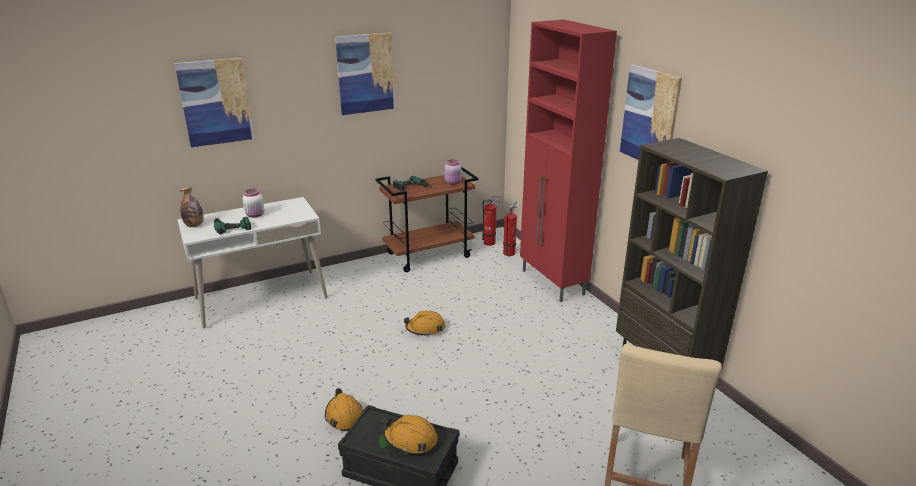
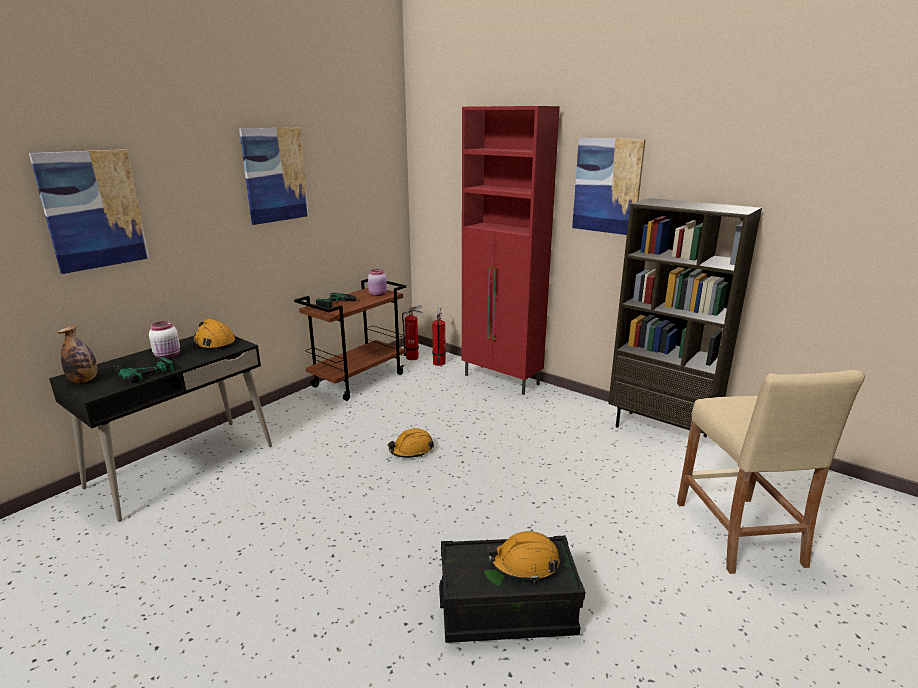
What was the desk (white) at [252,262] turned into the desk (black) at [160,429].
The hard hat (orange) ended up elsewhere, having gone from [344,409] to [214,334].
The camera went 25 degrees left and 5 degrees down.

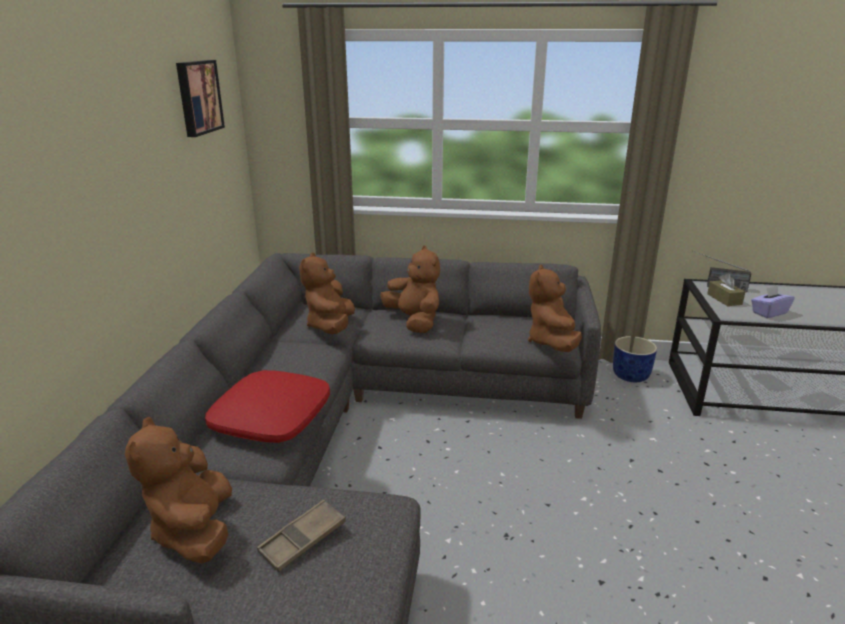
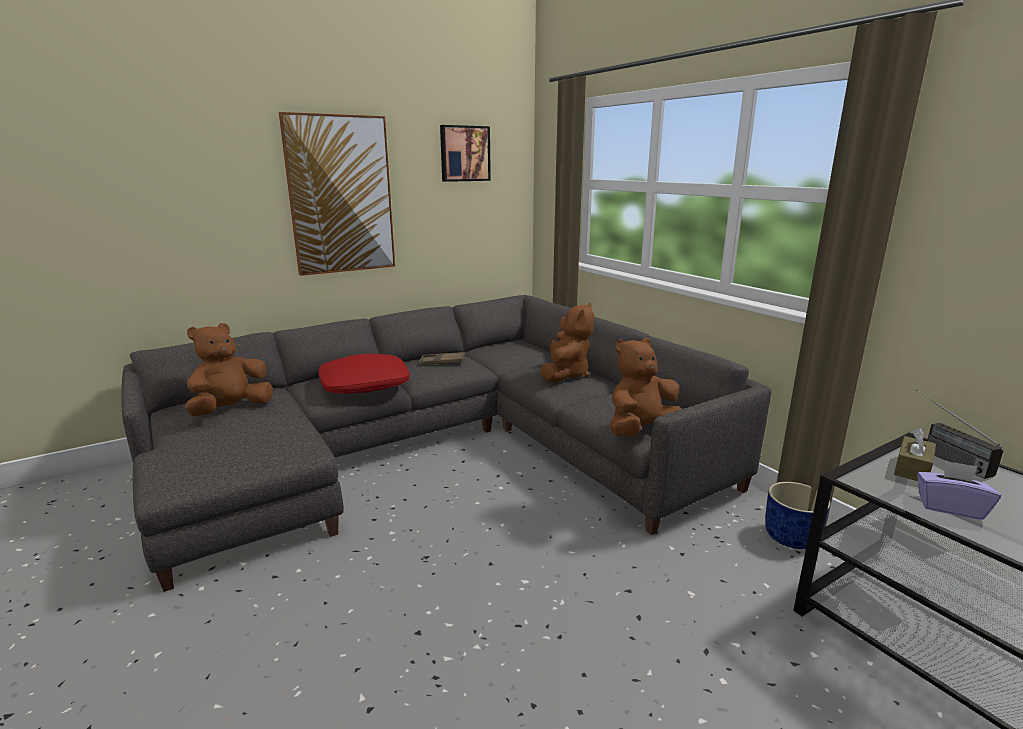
The second view lost the plush toy (brown) at [327,293].
The tray (brown) ended up elsewhere, having gone from [301,536] to [441,358].
The second view gained the picture at [337,194].
The camera went 50 degrees right and 5 degrees down.

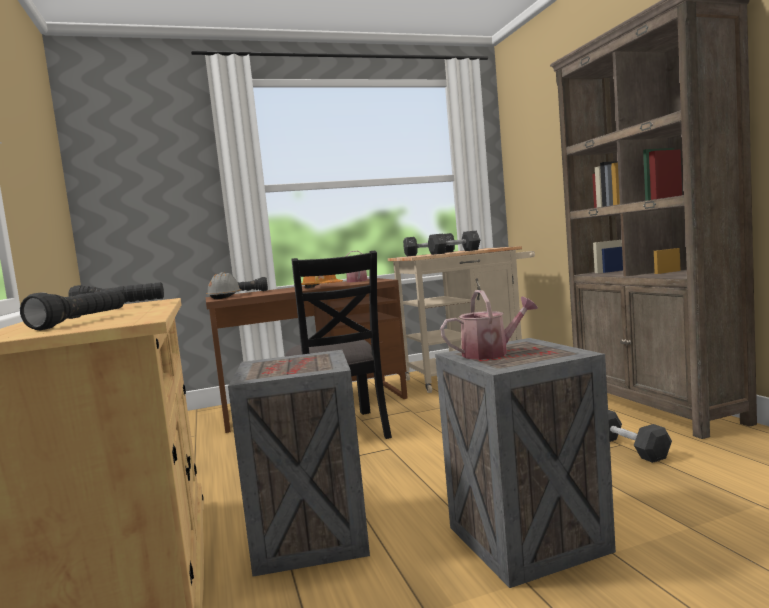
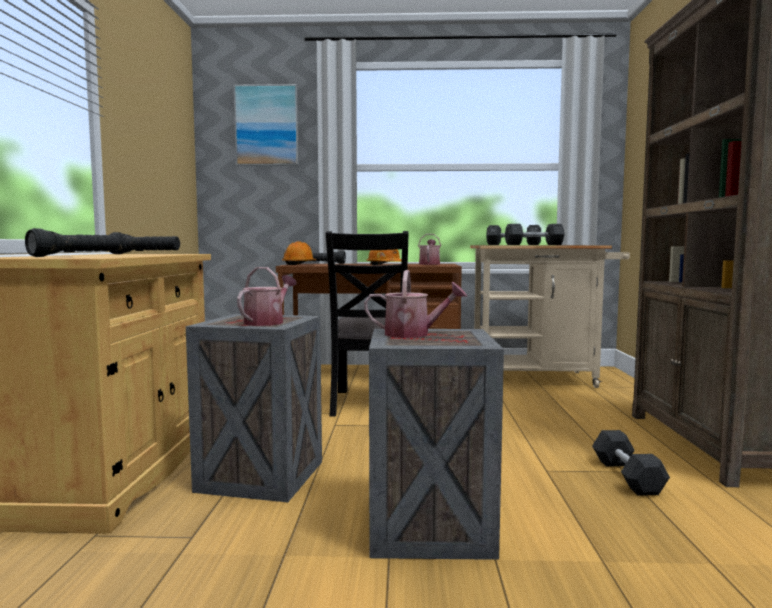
What was the hard hat (grey) at [224,285] turned into the hard hat (orange) at [299,253].
The second view gained the picture at [266,125].
The second view gained the watering can at [266,296].
The camera went 20 degrees right and 0 degrees up.

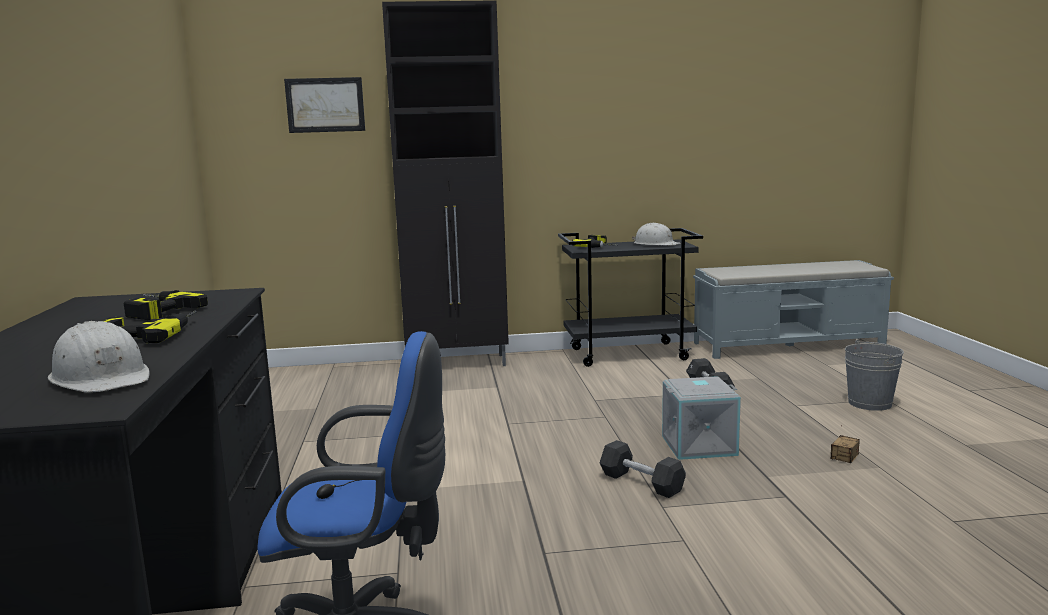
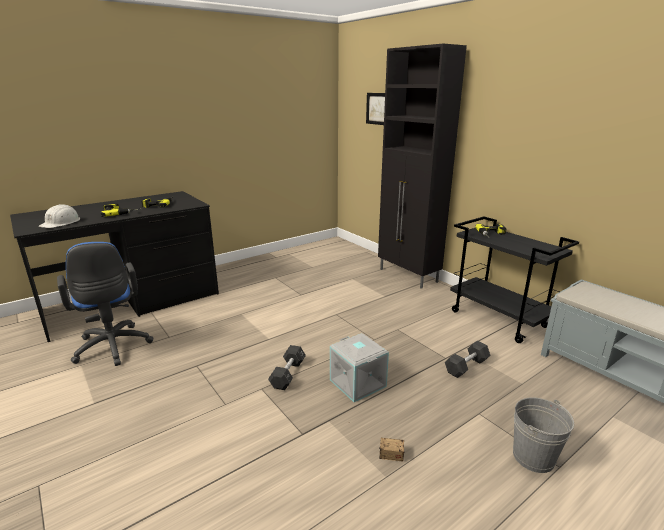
The second view lost the hard hat (white) at [656,234].
The camera went 60 degrees right and 10 degrees up.

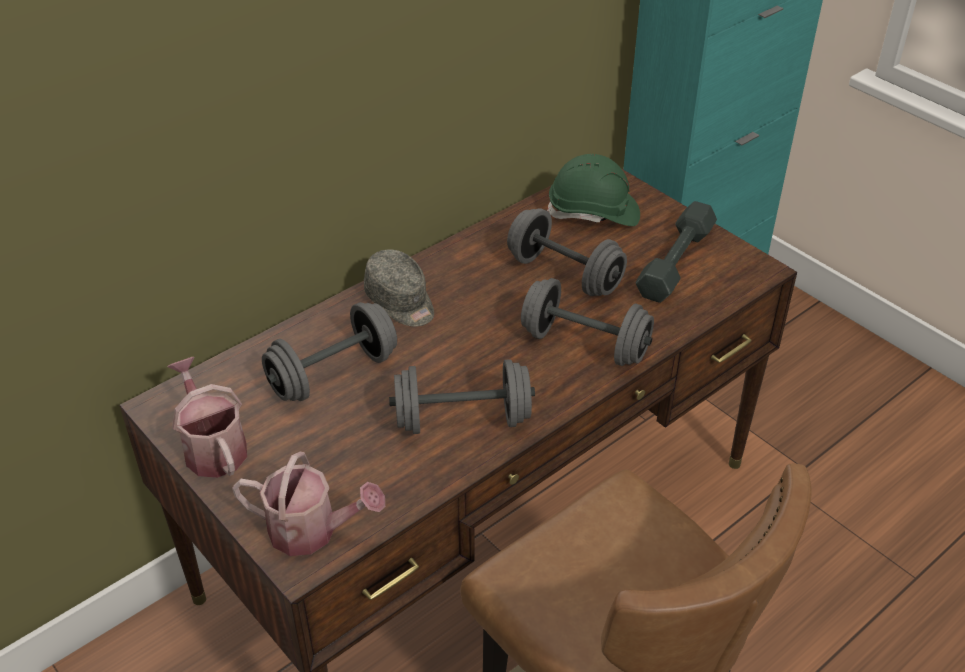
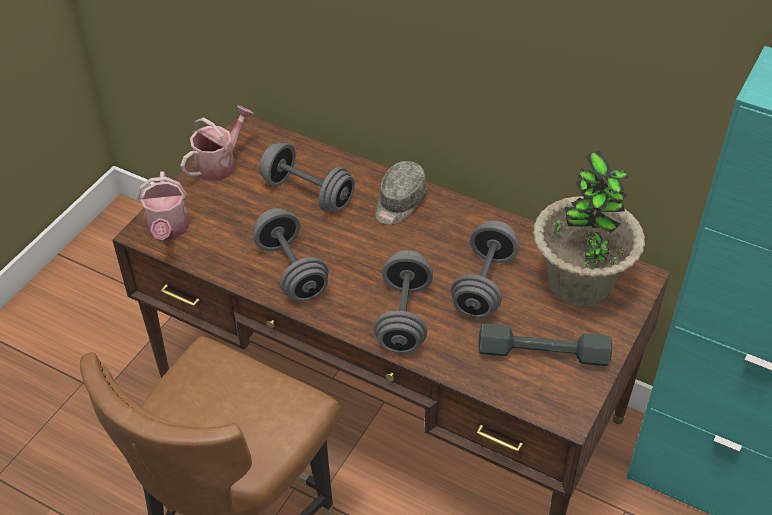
Where the hard hat (green) stood at [593,190], the potted plant came to stand at [589,229].
The camera went 70 degrees right and 5 degrees up.

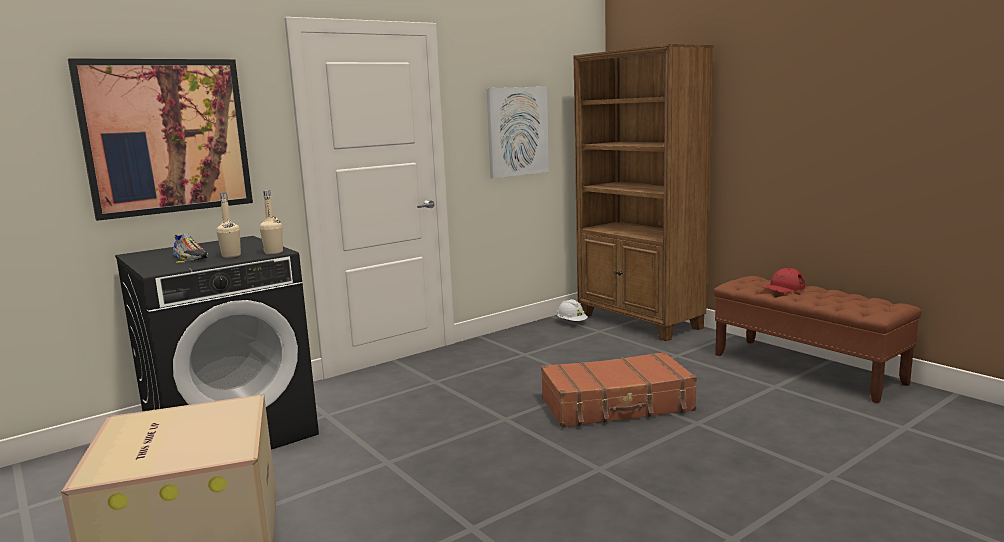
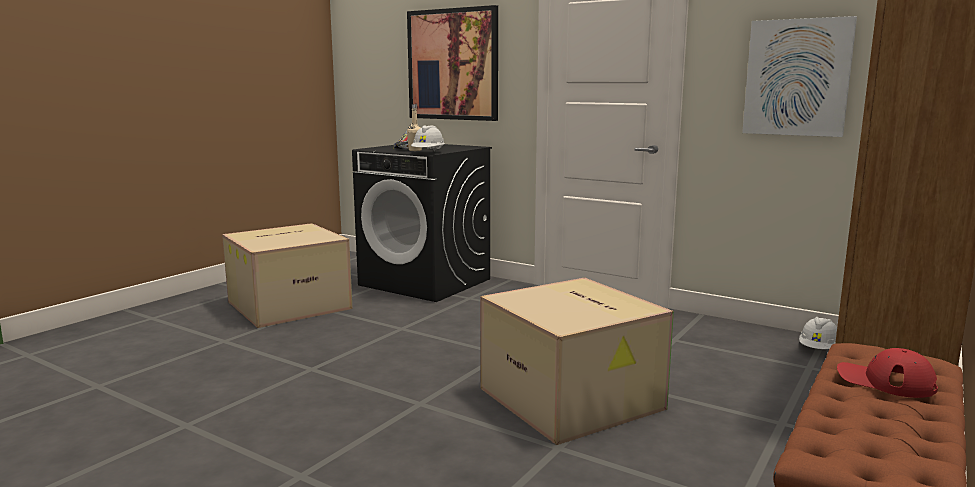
Where the bottle (beige) stood at [271,222], the hard hat (white) came to stand at [428,138].
Where the suitcase (brown) stood at [619,390], the cardboard box came to stand at [577,361].
The camera went 70 degrees right and 0 degrees up.

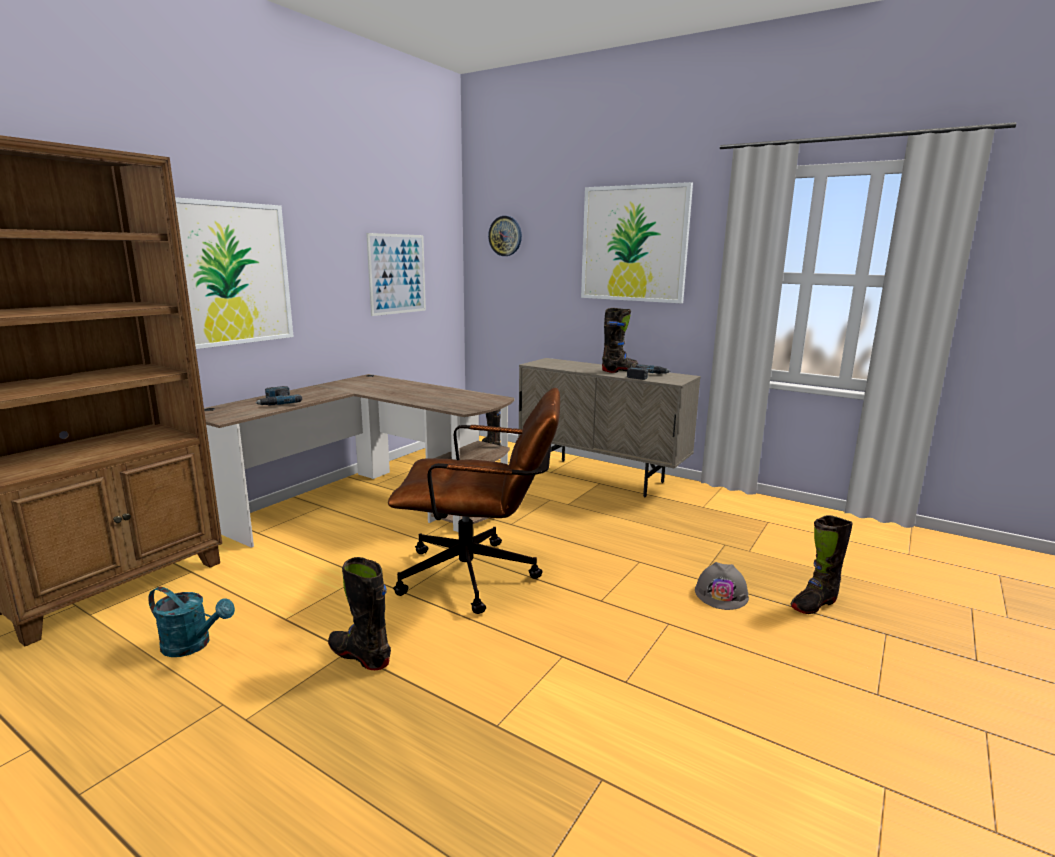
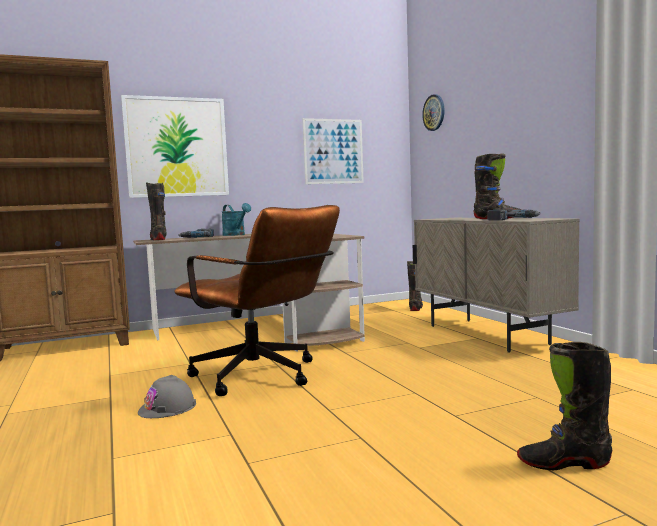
The second view lost the picture at [637,242].
The boot (black) ended up elsewhere, having gone from [359,613] to [156,211].
The hard hat (grey) ended up elsewhere, having gone from [722,586] to [167,396].
The watering can (turquoise) ended up elsewhere, having gone from [191,622] to [236,219].
The camera went 35 degrees right and 10 degrees down.

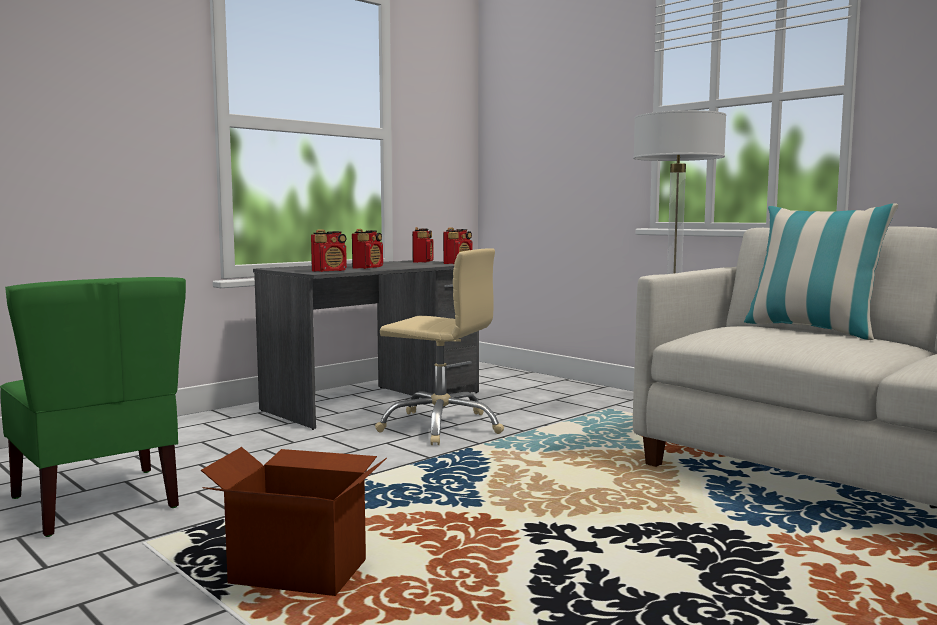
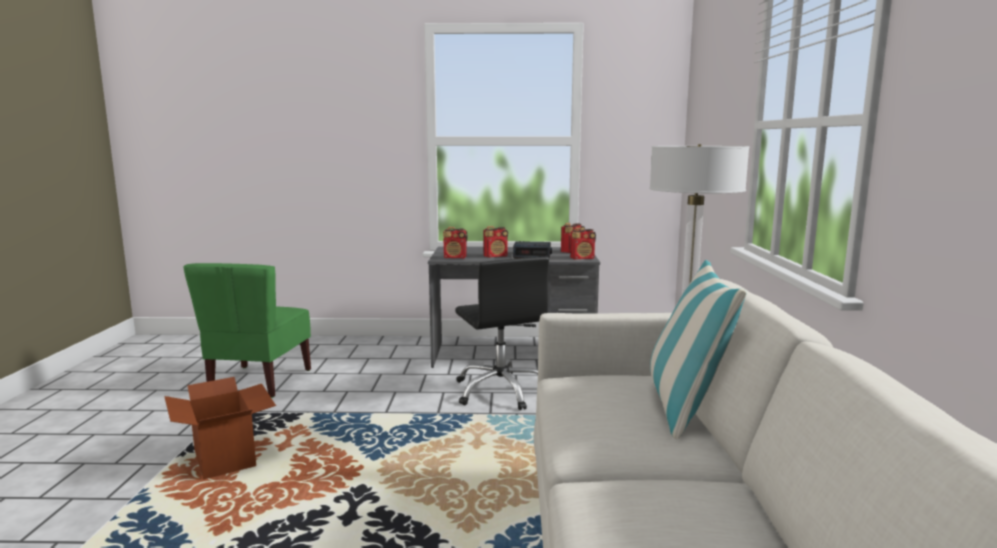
What was the office chair (beige) at [439,346] turned into the office chair (black) at [502,333].
The second view gained the alarm clock at [532,250].
The camera went 45 degrees right and 5 degrees up.

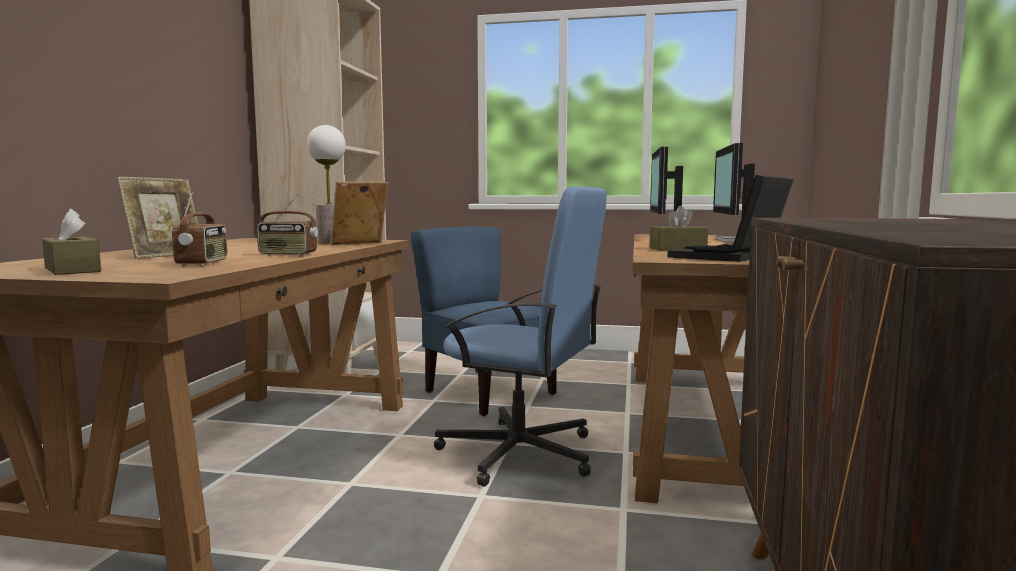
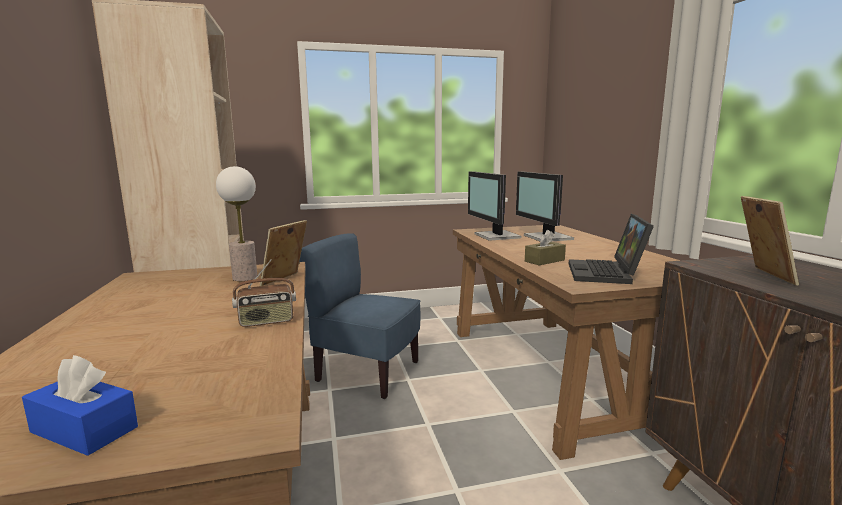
The picture frame ended up elsewhere, having gone from [157,218] to [770,241].
The second view lost the office chair (blue) at [520,336].
The second view lost the radio at [199,229].
What was the tissue box (brown) at [71,242] turned into the tissue box (blue) at [80,405].
The camera went 25 degrees left and 5 degrees up.

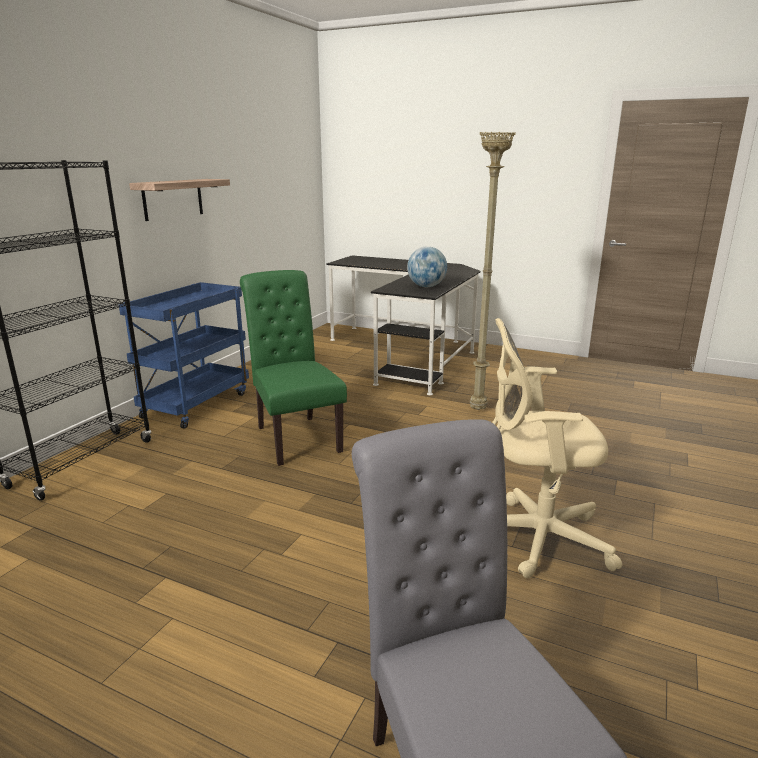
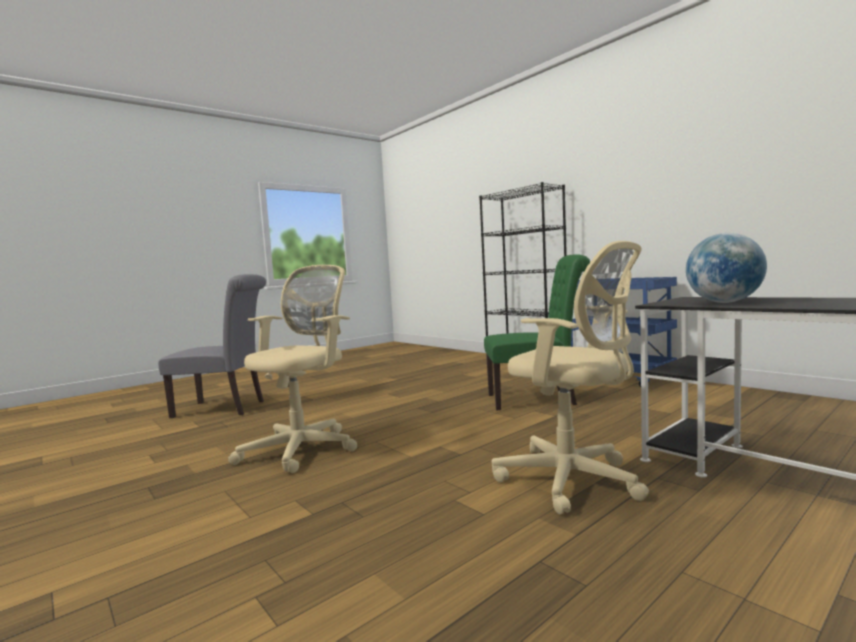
Where the floor lamp (beige) stood at [493,271], the office chair (beige) came to stand at [570,378].
The second view lost the shelf at [179,200].
The camera went 115 degrees right and 15 degrees down.

